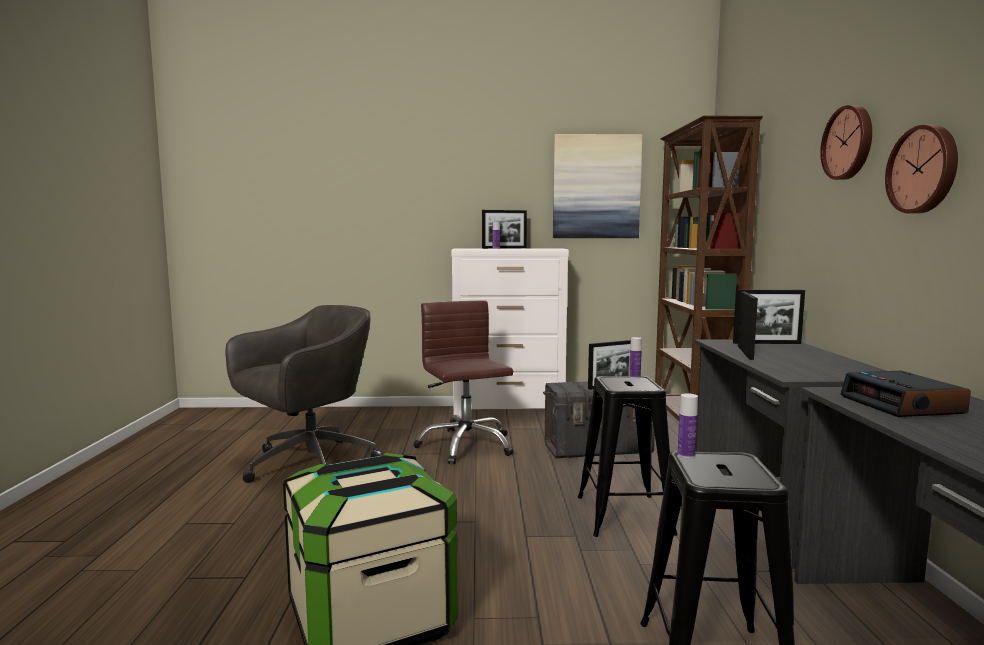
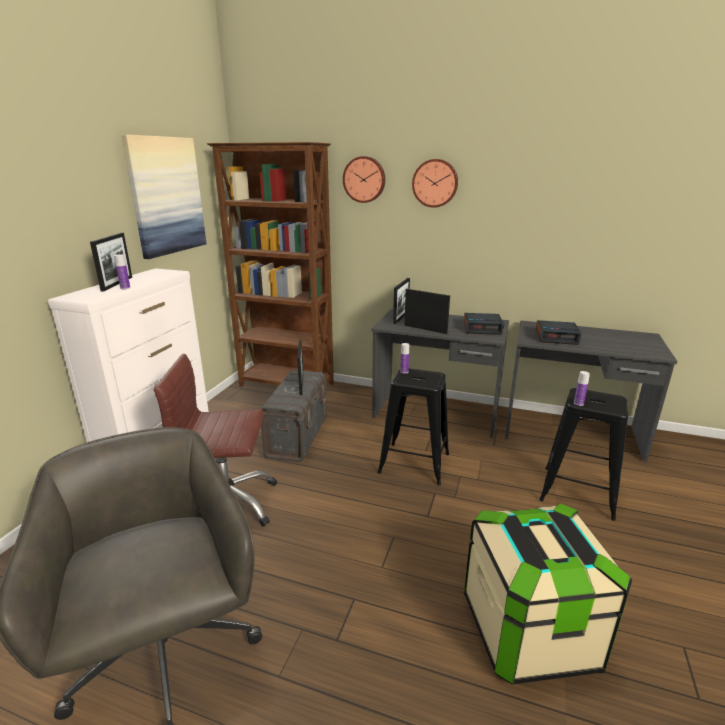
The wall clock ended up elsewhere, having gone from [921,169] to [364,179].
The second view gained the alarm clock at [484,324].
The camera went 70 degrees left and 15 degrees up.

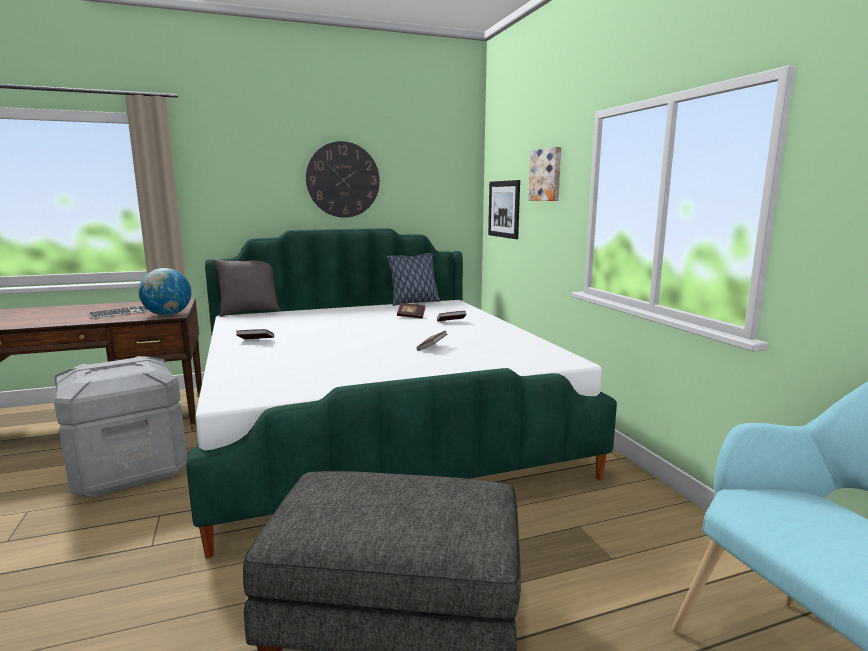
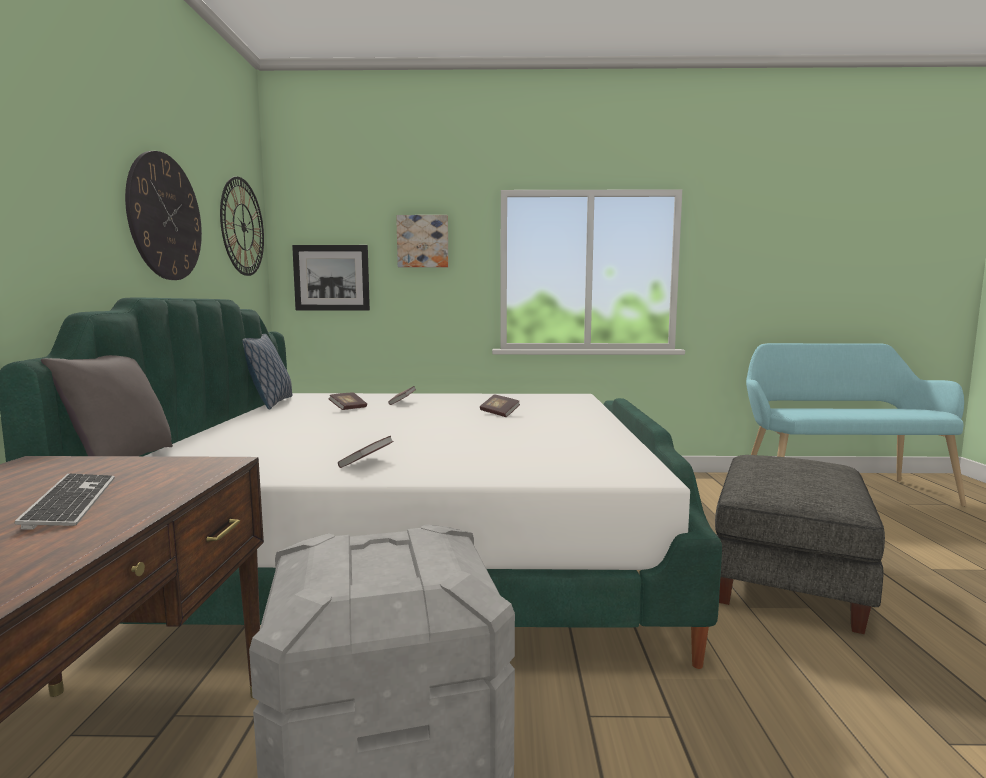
The second view lost the globe at [164,292].
The second view gained the wall clock at [242,226].
The camera went 70 degrees left and 5 degrees down.

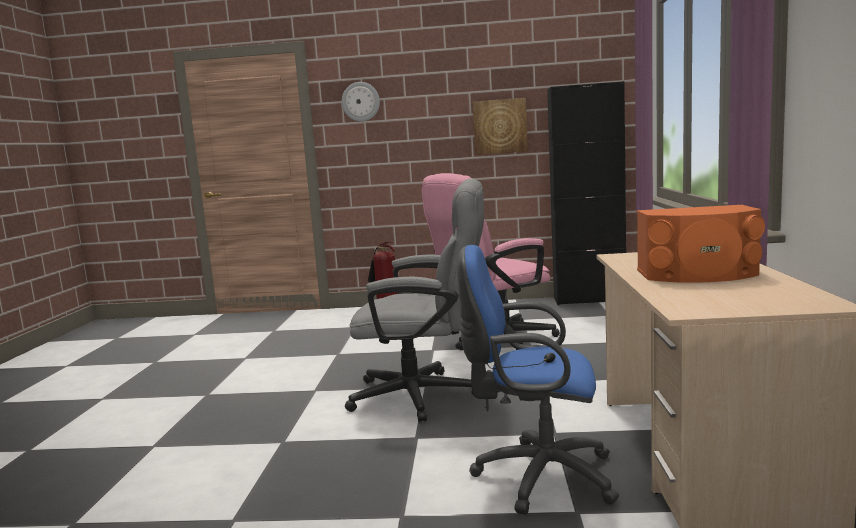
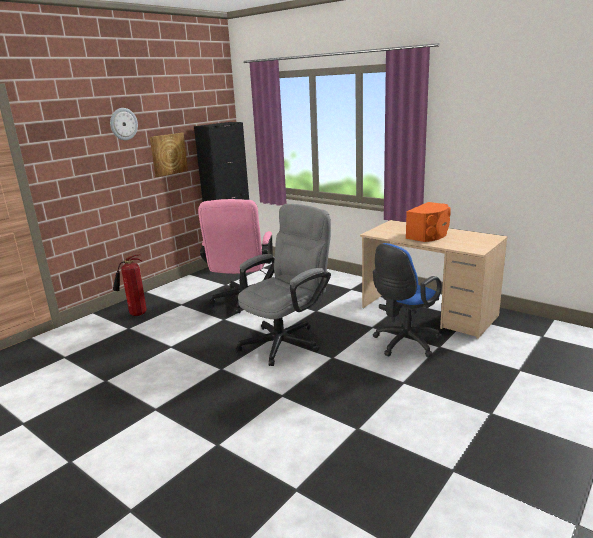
The wall clock ended up elsewhere, having gone from [361,102] to [124,124].
The camera went 55 degrees left and 10 degrees up.

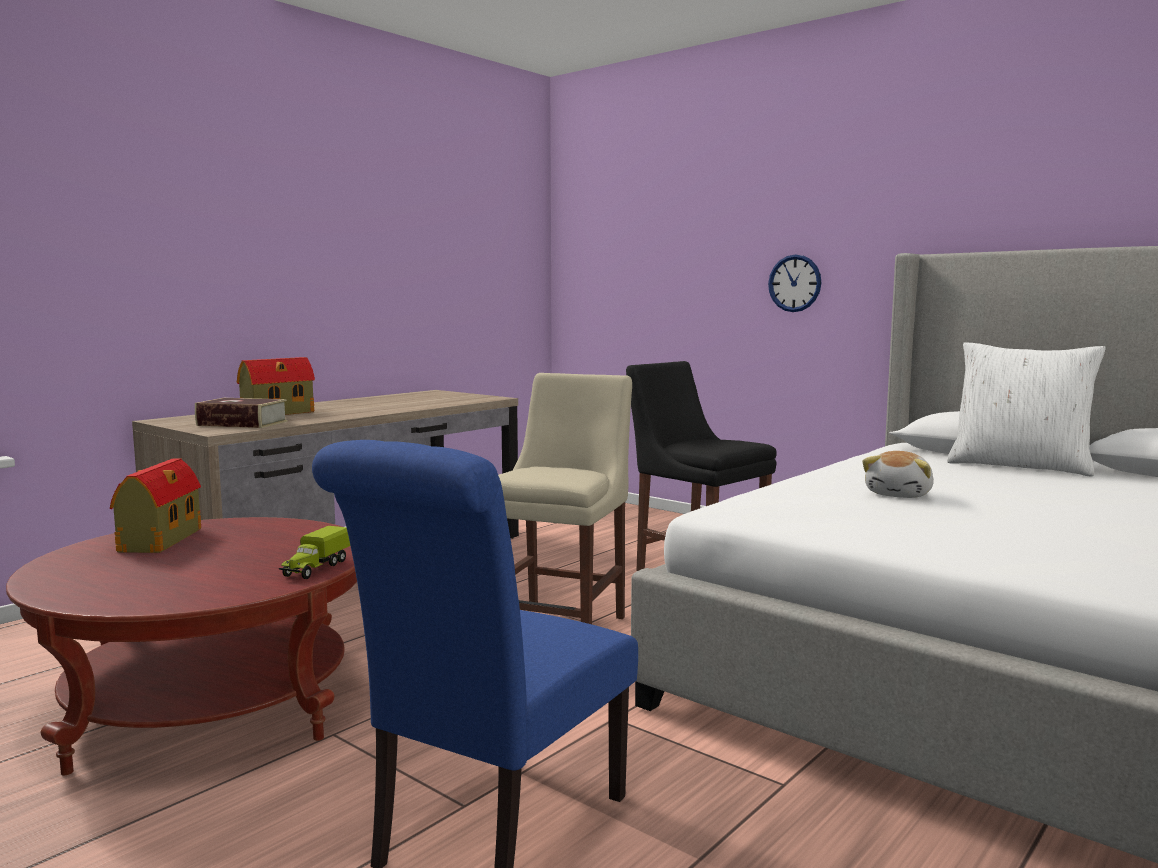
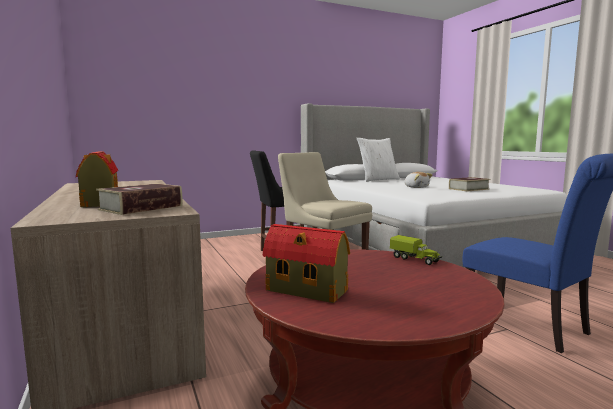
The second view lost the wall clock at [794,283].
The second view gained the book at [469,184].
The camera went 65 degrees left and 0 degrees up.

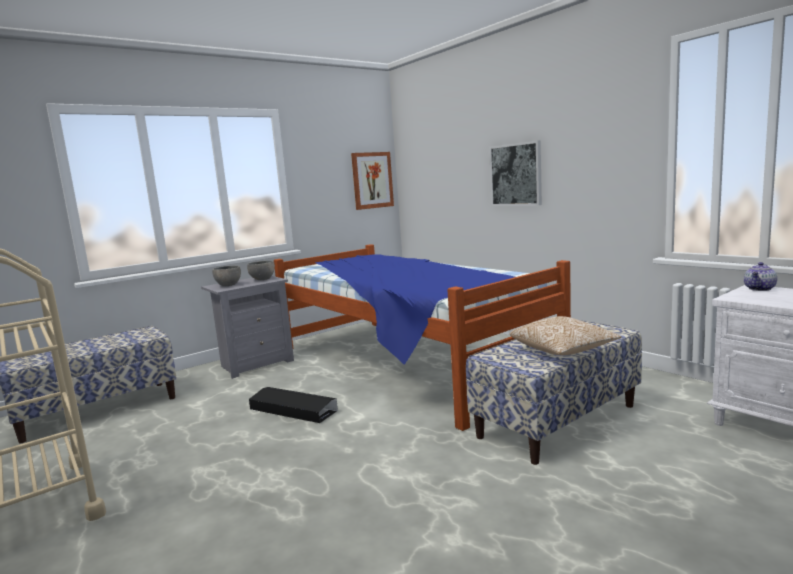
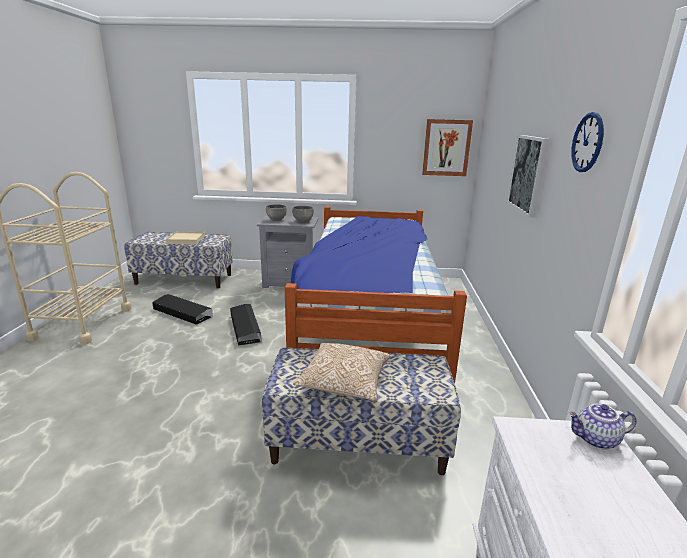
The second view gained the wall clock at [587,142].
The second view gained the tray (beige) at [185,237].
The second view gained the storage box (black) at [182,309].
The camera went 40 degrees right and 10 degrees up.

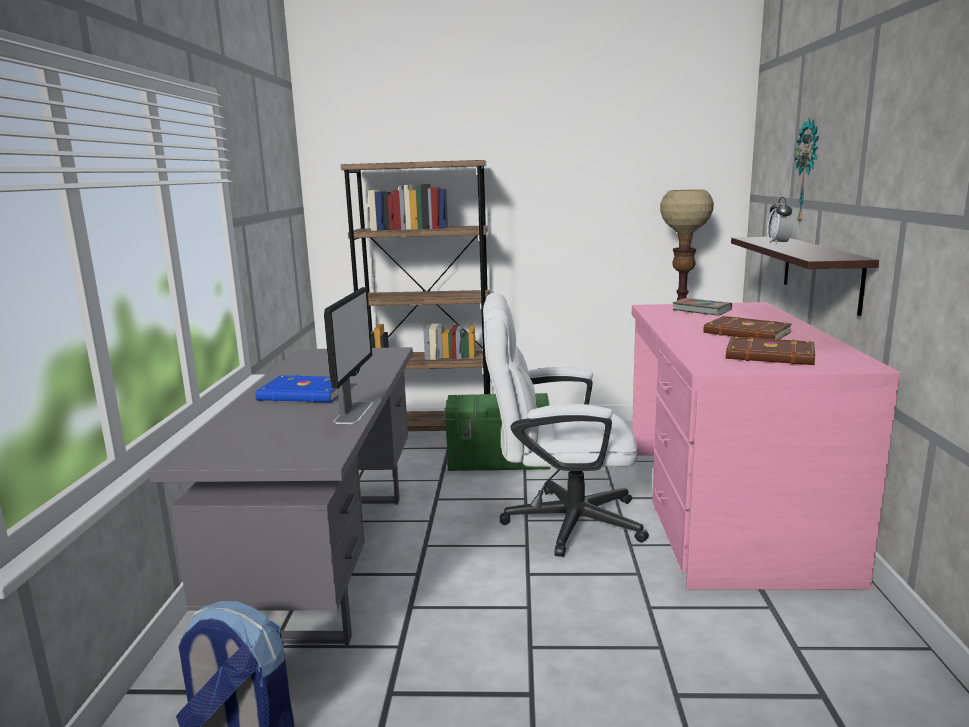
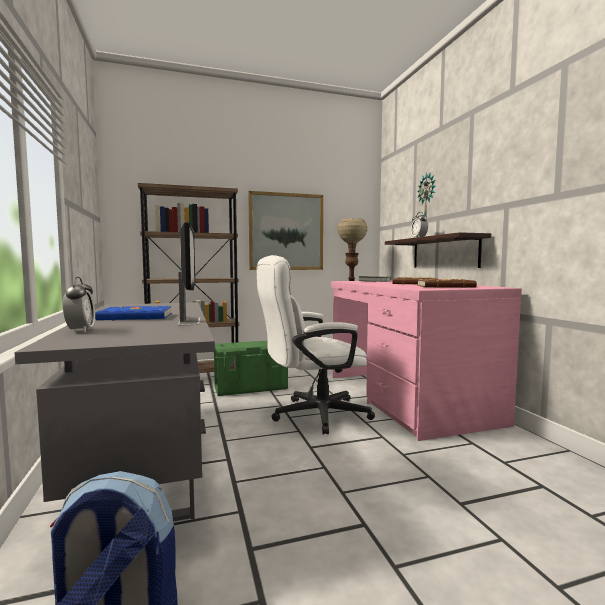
The second view gained the picture at [285,230].
The second view gained the alarm clock at [79,304].
The camera went 20 degrees left and 10 degrees down.

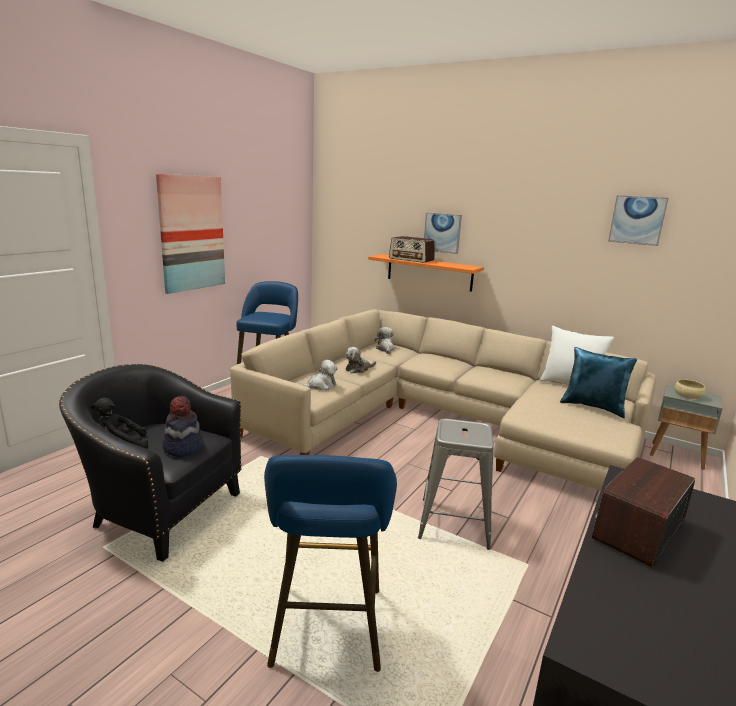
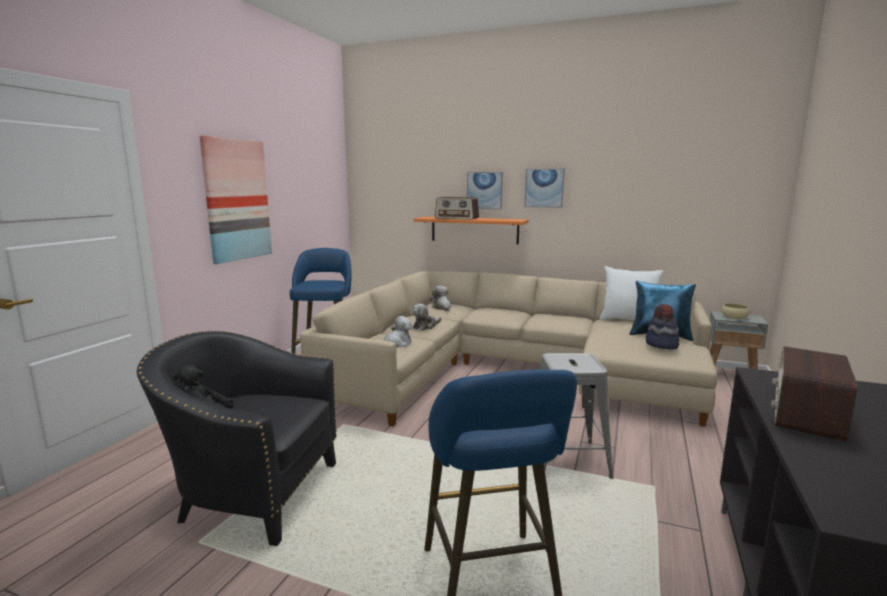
The picture ended up elsewhere, having gone from [638,220] to [544,188].
The hat ended up elsewhere, having gone from [183,426] to [662,327].
The camera went 10 degrees left and 5 degrees down.

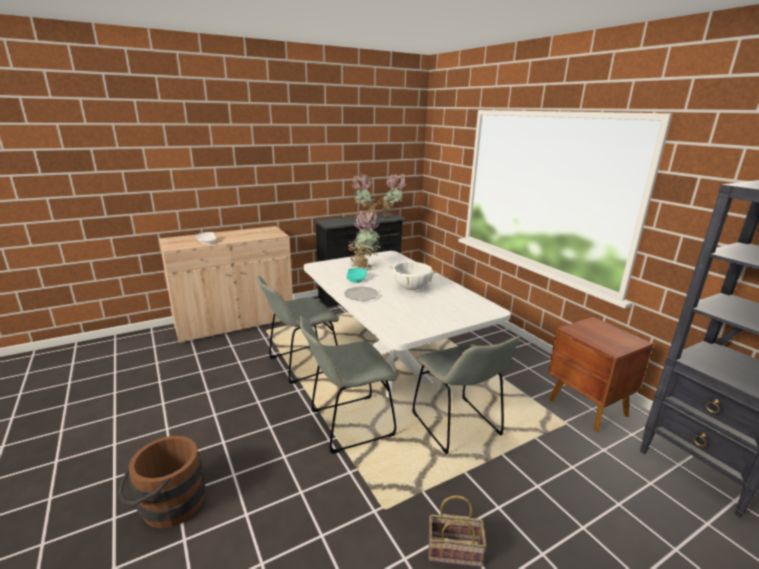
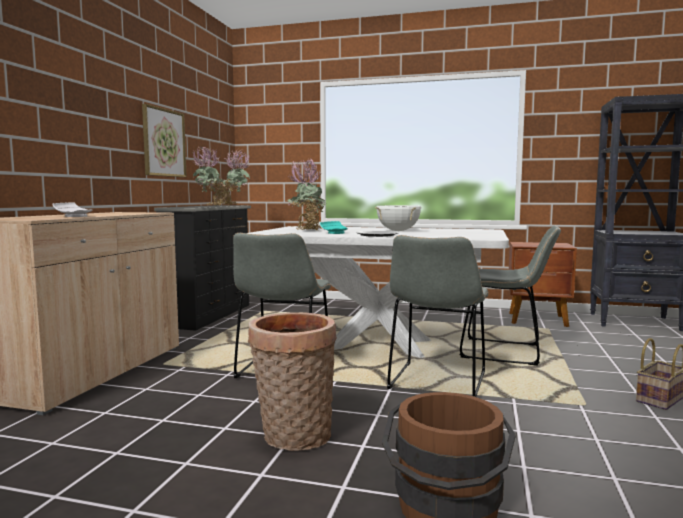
The second view gained the picture at [164,140].
The second view gained the basket at [292,381].
The camera went 45 degrees left and 15 degrees down.

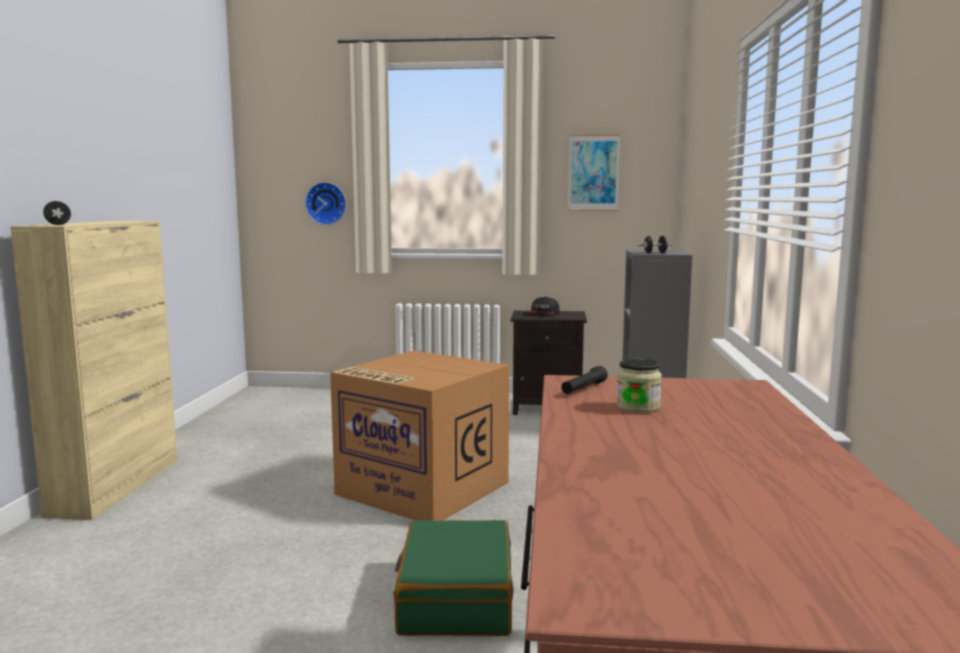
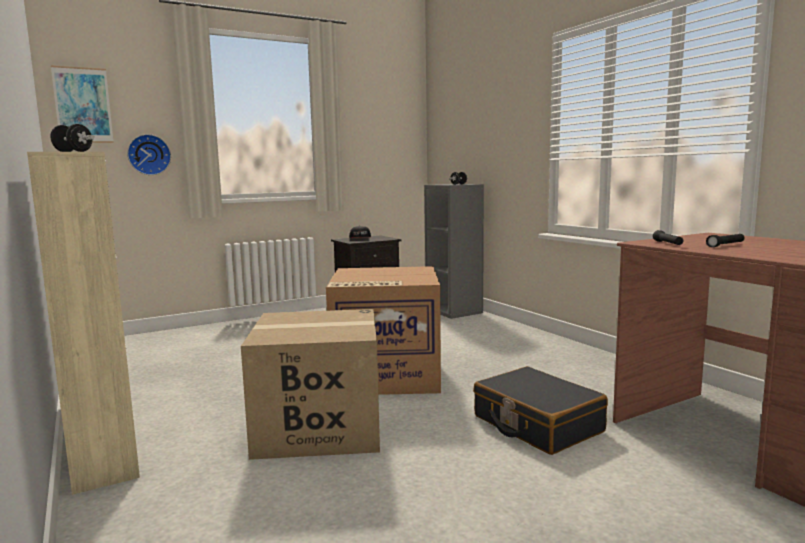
The picture ended up elsewhere, having gone from [594,172] to [82,104].
Where the jar stood at [639,385], the flashlight (black) came to stand at [725,240].
What was the suitcase (green) at [453,578] turned into the suitcase (black) at [540,410].
The second view gained the cardboard box at [310,384].
The camera went 35 degrees left and 0 degrees up.

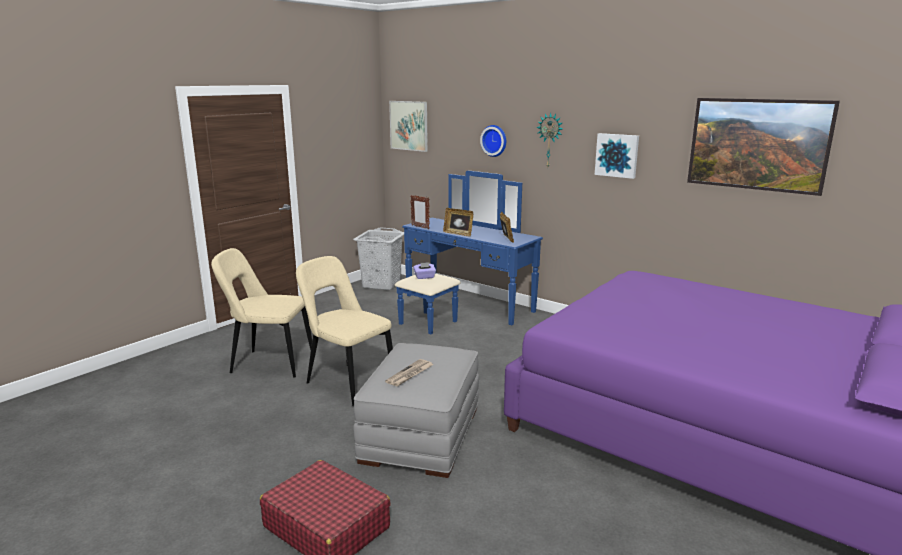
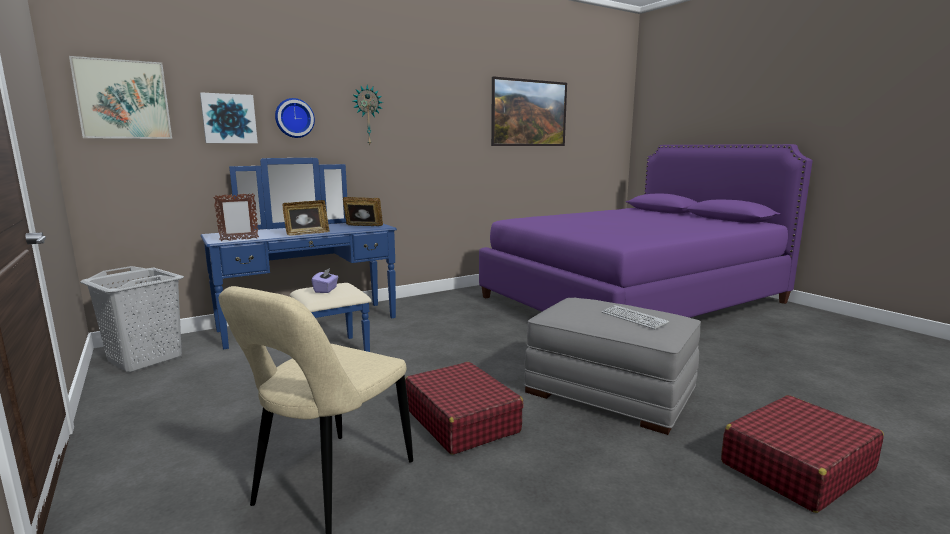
The picture ended up elsewhere, having gone from [617,156] to [229,117].
Where the chair (beige) stood at [344,331], the suitcase (red) came to stand at [464,408].
Where the newspaper stood at [409,372], the keyboard came to stand at [635,317].
The camera went 70 degrees left and 5 degrees down.

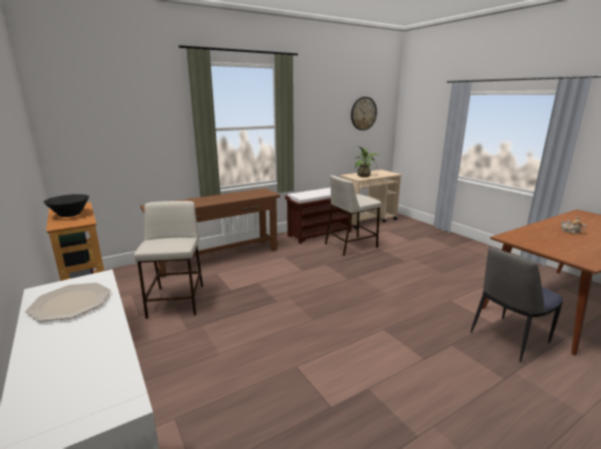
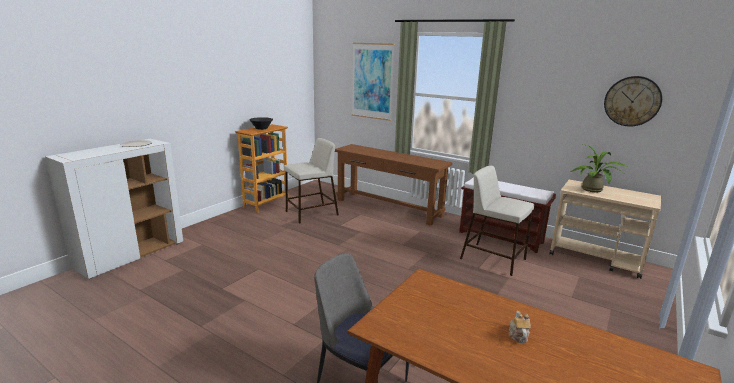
The second view gained the picture at [373,82].
The camera went 65 degrees right and 0 degrees up.

